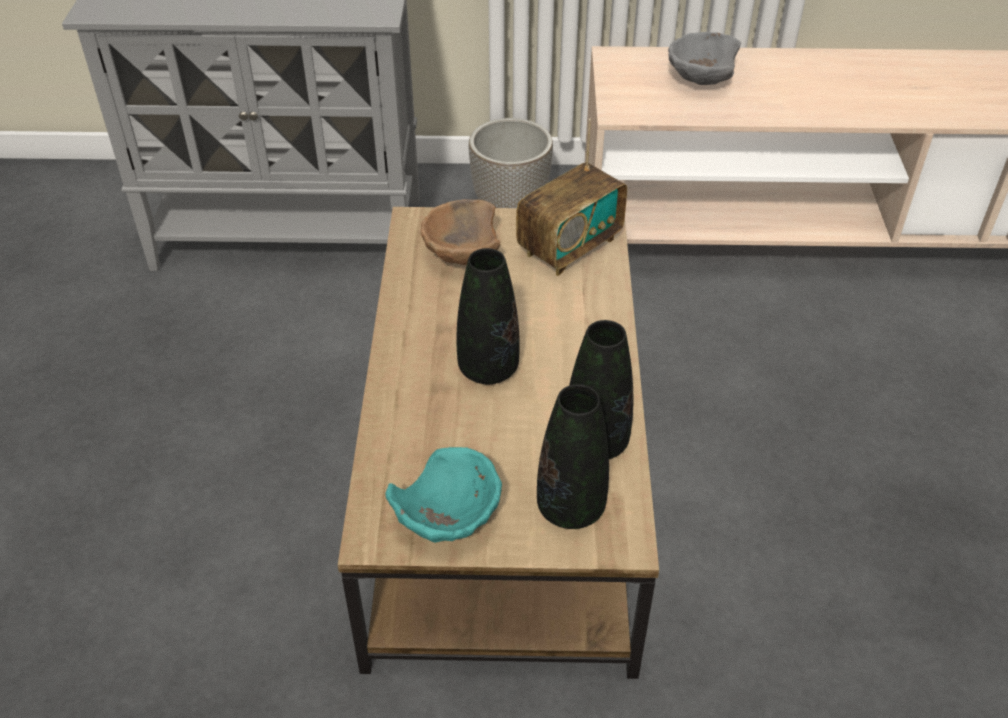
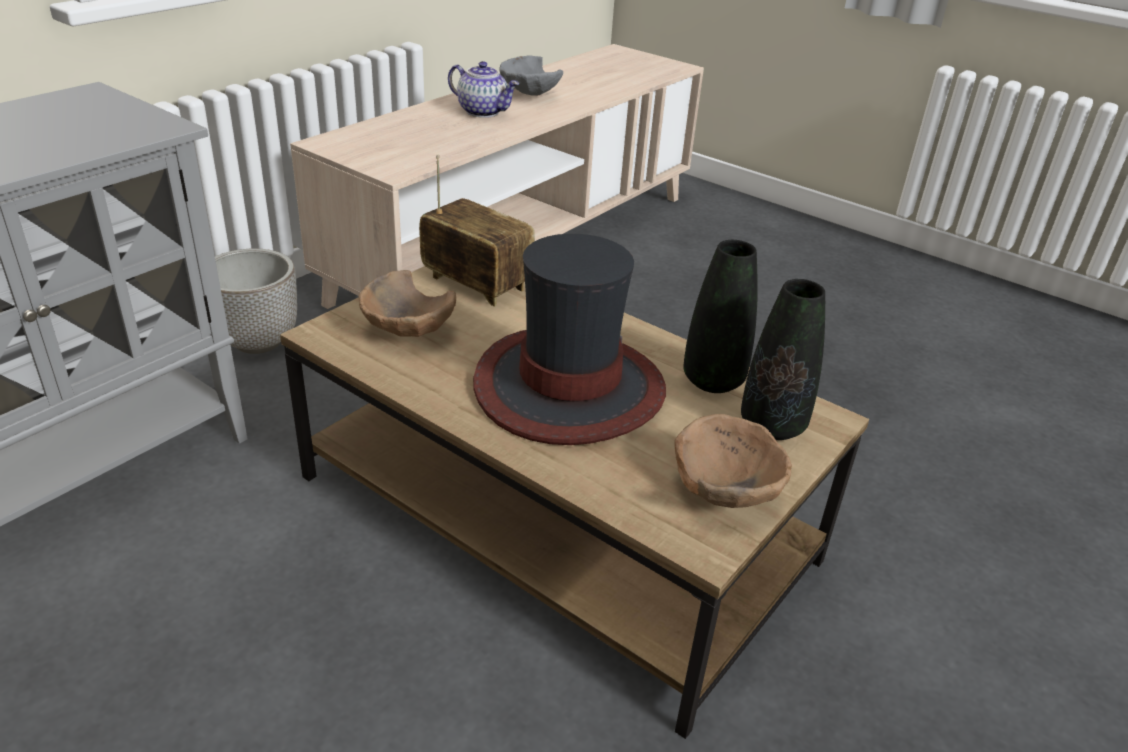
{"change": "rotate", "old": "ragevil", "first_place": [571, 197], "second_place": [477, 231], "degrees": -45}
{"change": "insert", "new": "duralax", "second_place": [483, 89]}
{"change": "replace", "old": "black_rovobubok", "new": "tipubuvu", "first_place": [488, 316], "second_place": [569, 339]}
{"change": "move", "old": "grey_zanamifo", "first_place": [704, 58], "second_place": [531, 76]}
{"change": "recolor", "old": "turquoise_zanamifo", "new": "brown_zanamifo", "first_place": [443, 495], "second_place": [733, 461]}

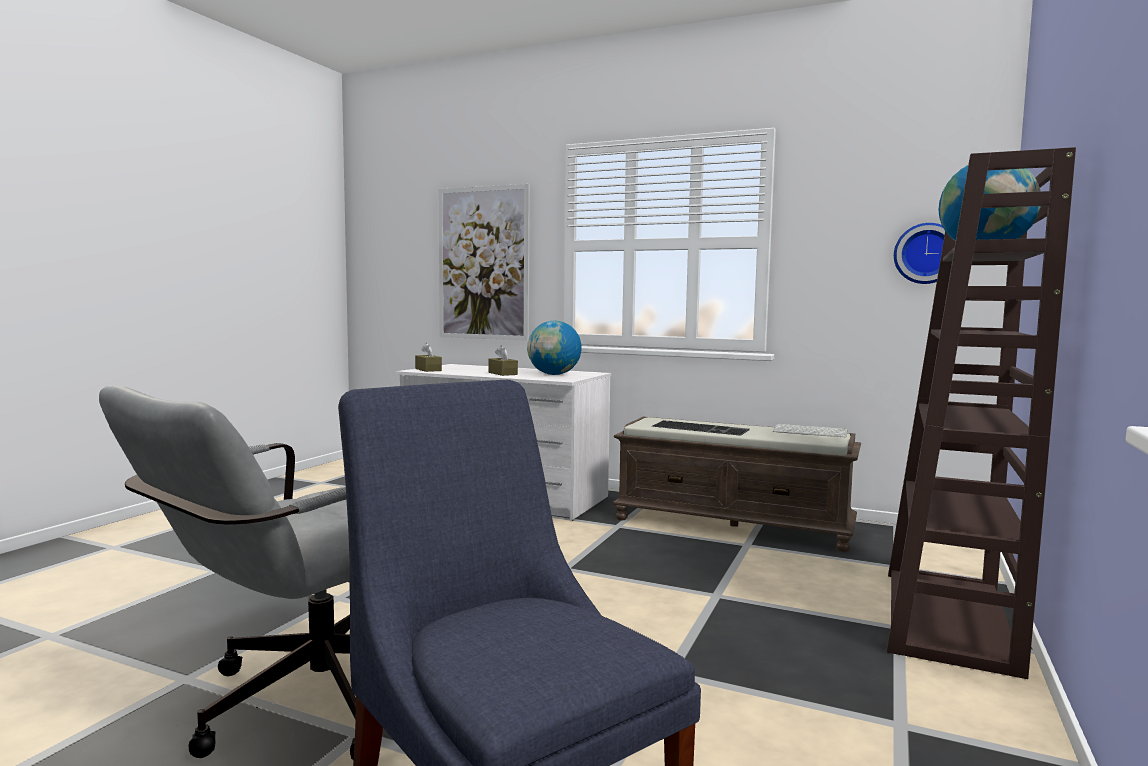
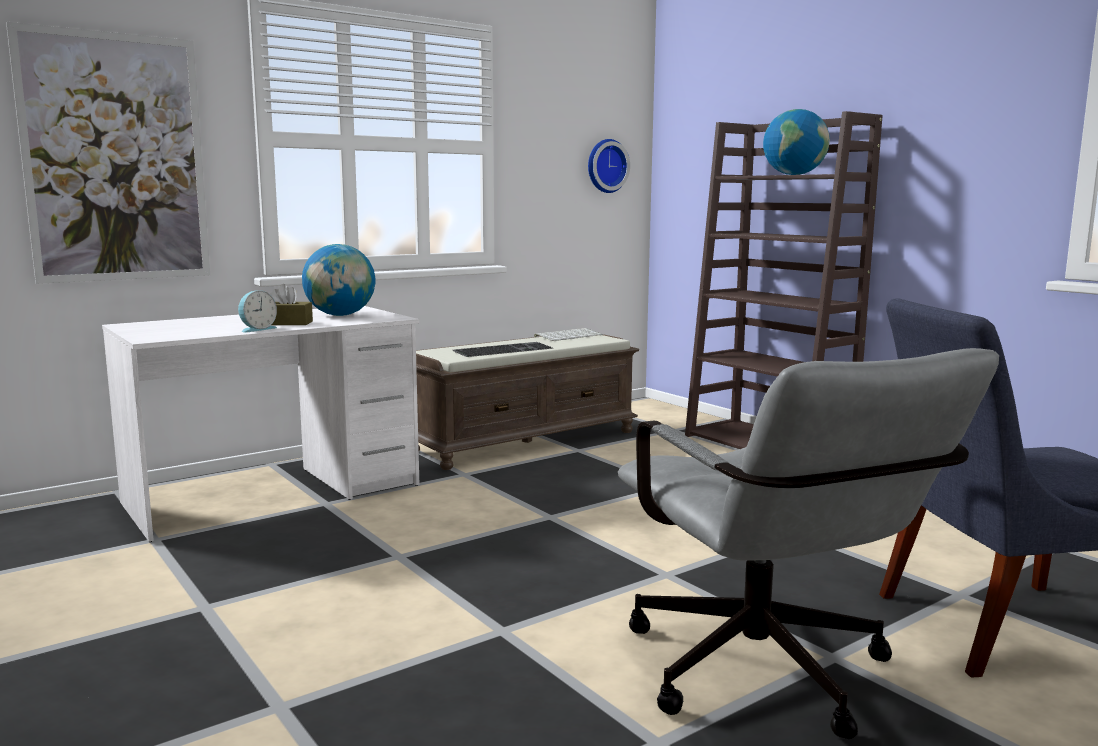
{"change": "insert", "new": "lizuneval", "second_place": [257, 311]}
{"change": "delete", "old": "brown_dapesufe", "first_place": [428, 357]}

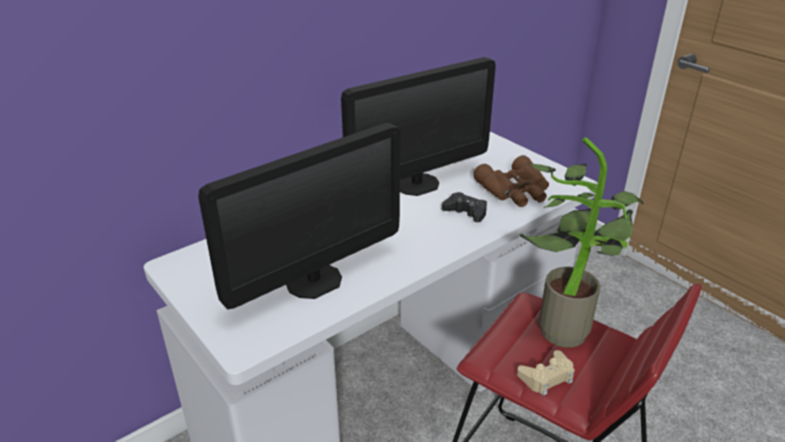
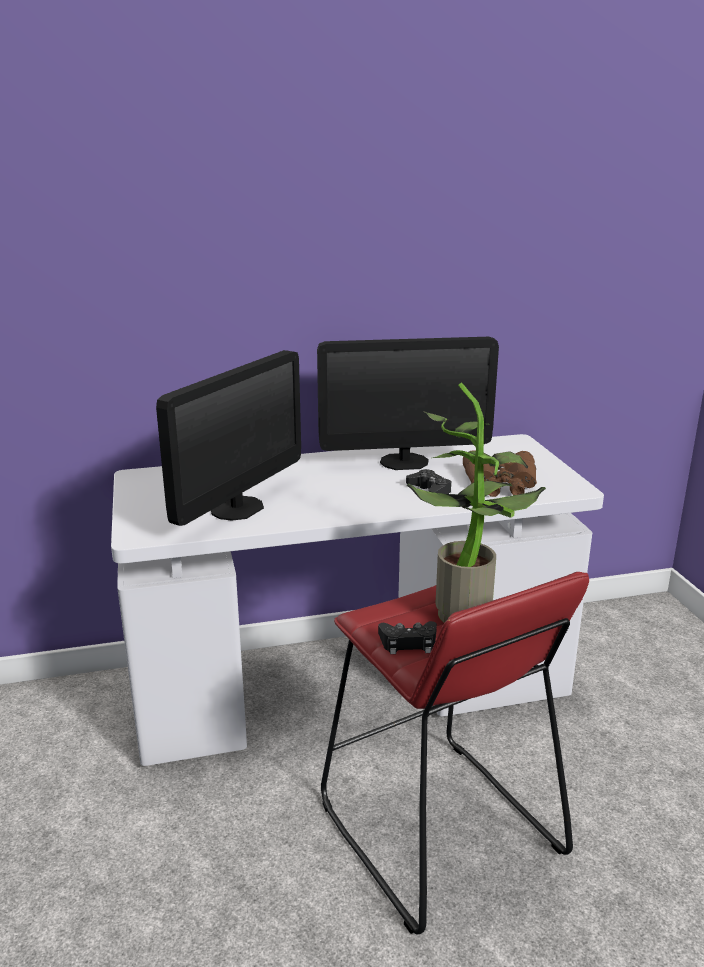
{"change": "rotate", "old": "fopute", "first_place": [299, 216], "second_place": [228, 438], "degrees": -45}
{"change": "recolor", "old": "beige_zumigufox", "new": "black_zumigufox", "first_place": [546, 373], "second_place": [407, 637]}

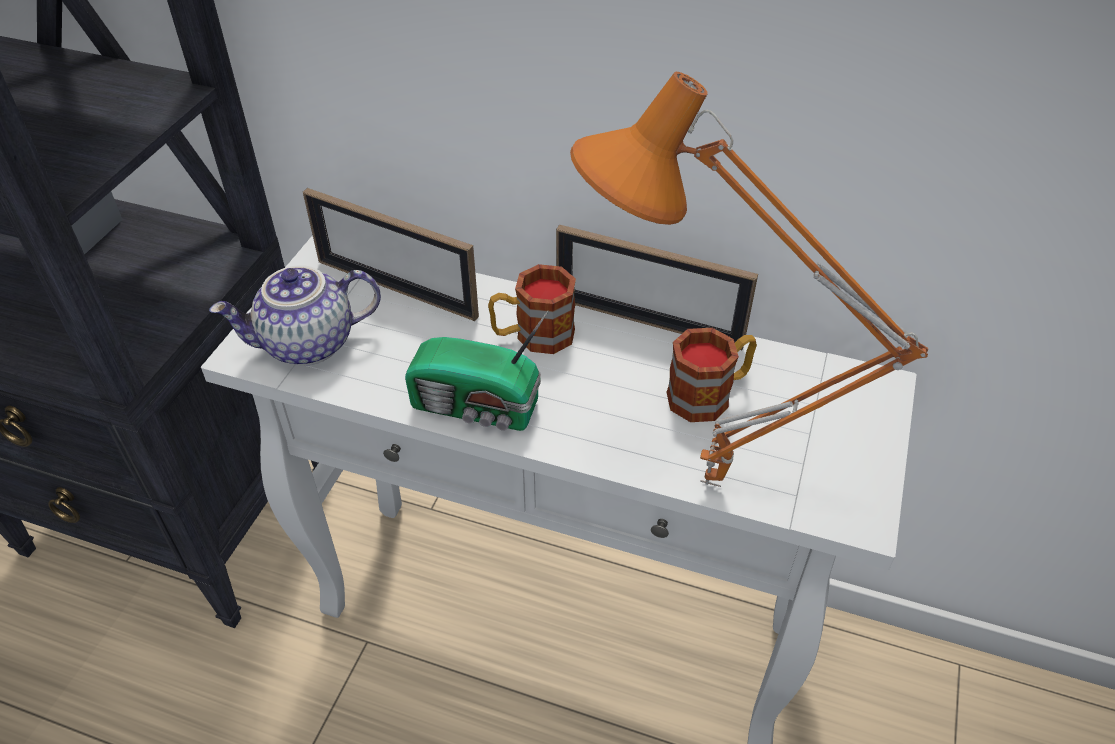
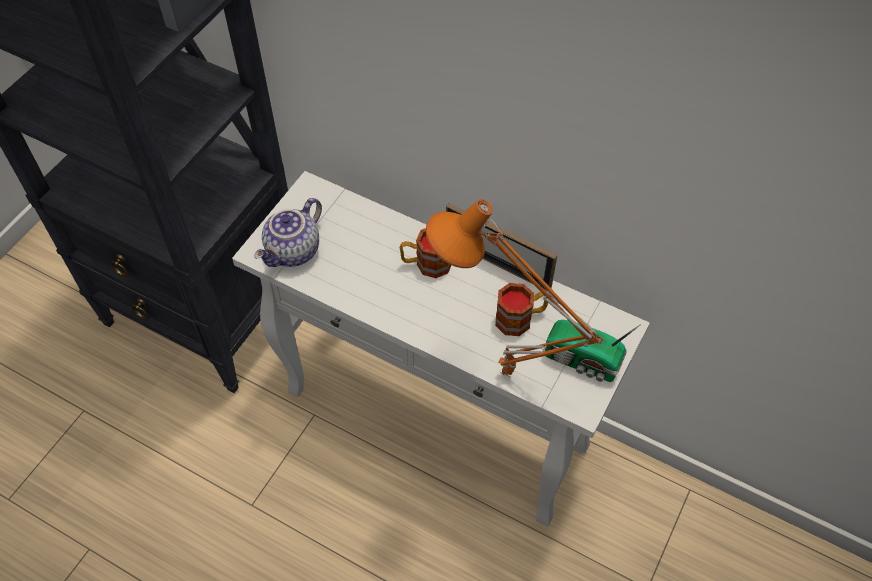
{"change": "rotate", "old": "duralax", "first_place": [295, 315], "second_place": [288, 232], "degrees": -45}
{"change": "move", "old": "ragevil", "first_place": [476, 371], "second_place": [593, 351]}
{"change": "delete", "old": "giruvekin", "first_place": [391, 254]}

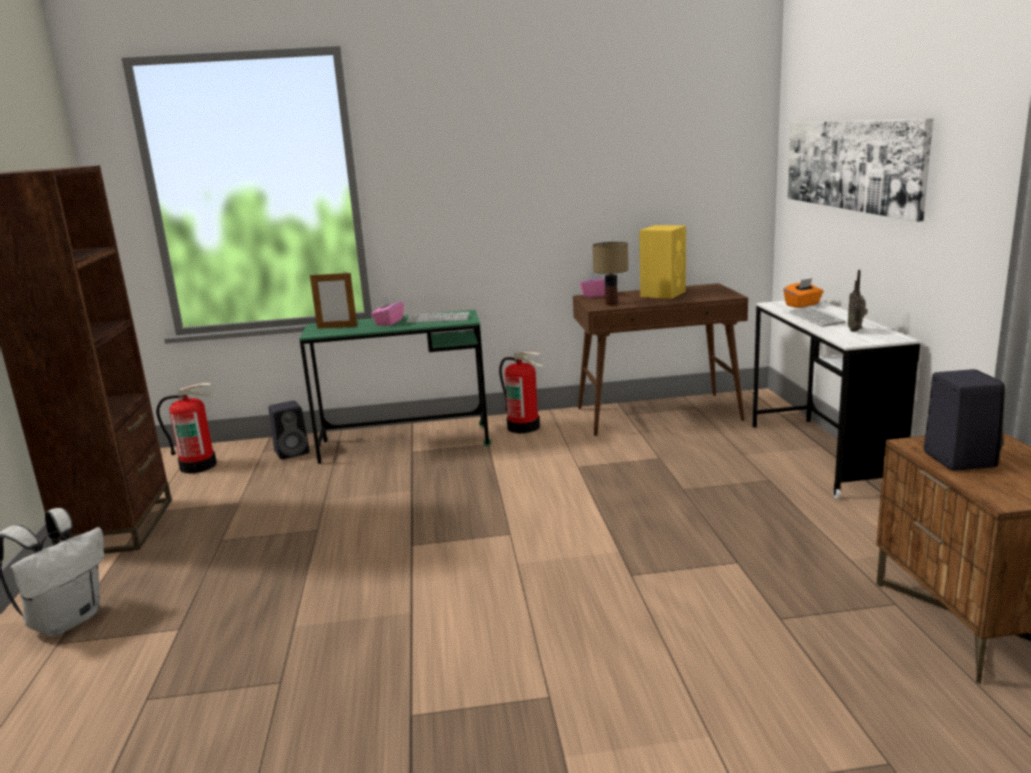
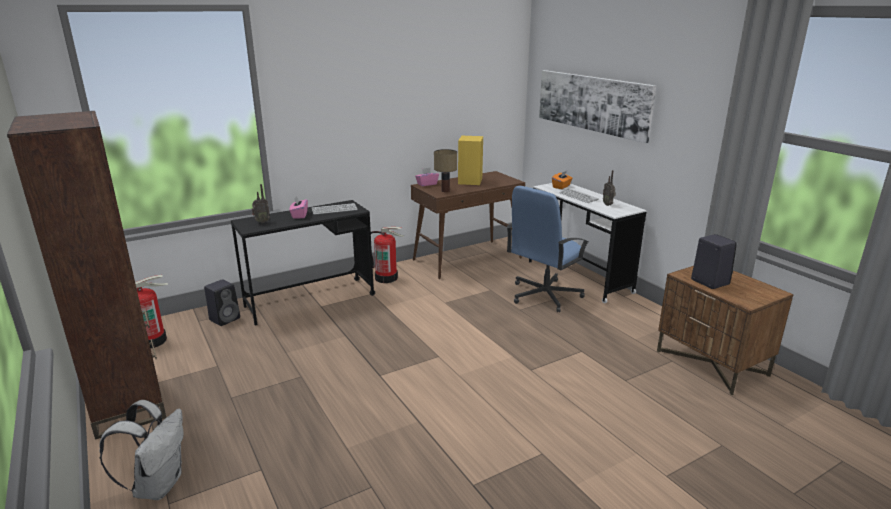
{"change": "recolor", "old": "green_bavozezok", "new": "black_bavozezok", "first_place": [395, 387], "second_place": [303, 262]}
{"change": "replace", "old": "giruvekin", "new": "ragevil", "first_place": [333, 300], "second_place": [261, 203]}
{"change": "insert", "new": "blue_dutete", "second_place": [547, 249]}

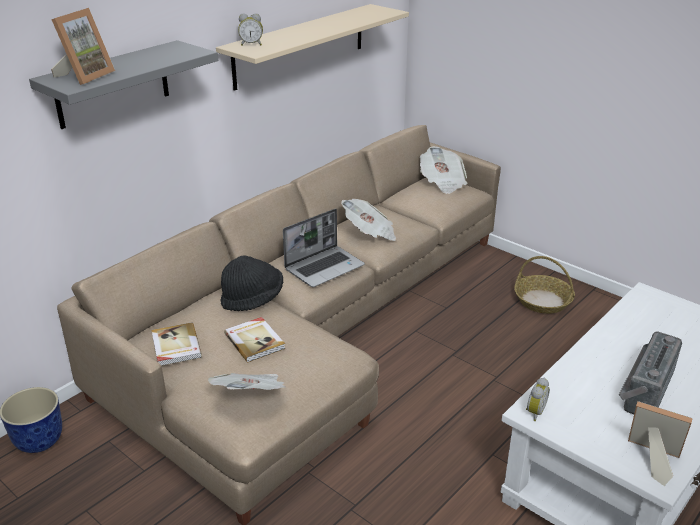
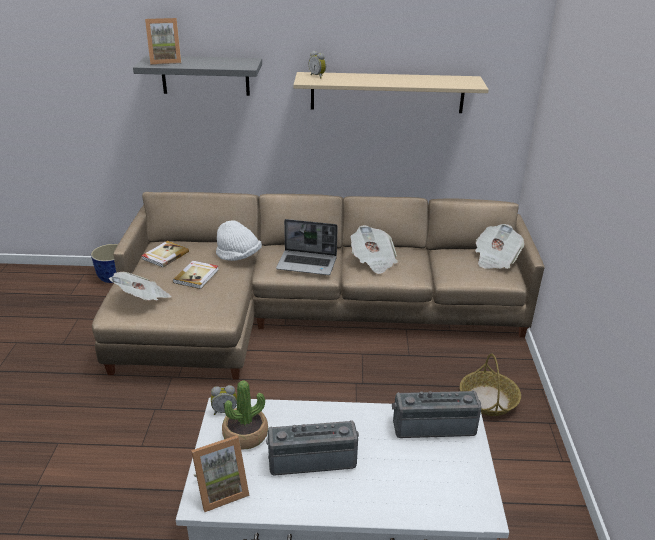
{"change": "rotate", "old": "giruvekin", "first_place": [660, 443], "second_place": [220, 473], "degrees": 75}
{"change": "recolor", "old": "black_tipubuvu", "new": "white_tipubuvu", "first_place": [251, 283], "second_place": [239, 240]}
{"change": "insert", "new": "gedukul", "second_place": [245, 414]}
{"change": "insert", "new": "ragevil", "second_place": [437, 414]}

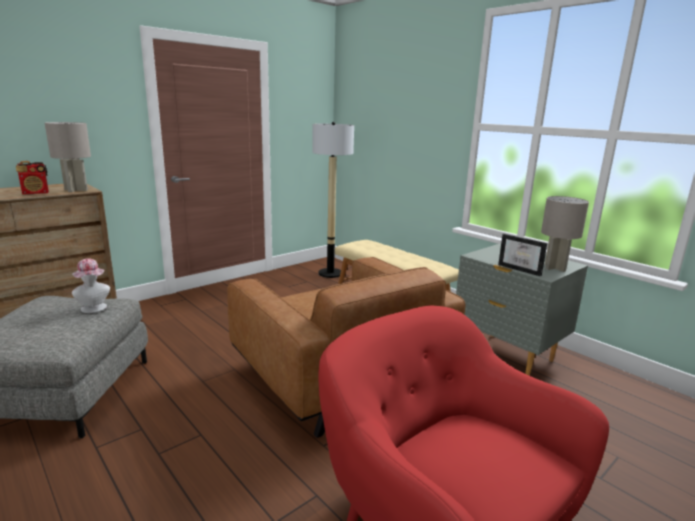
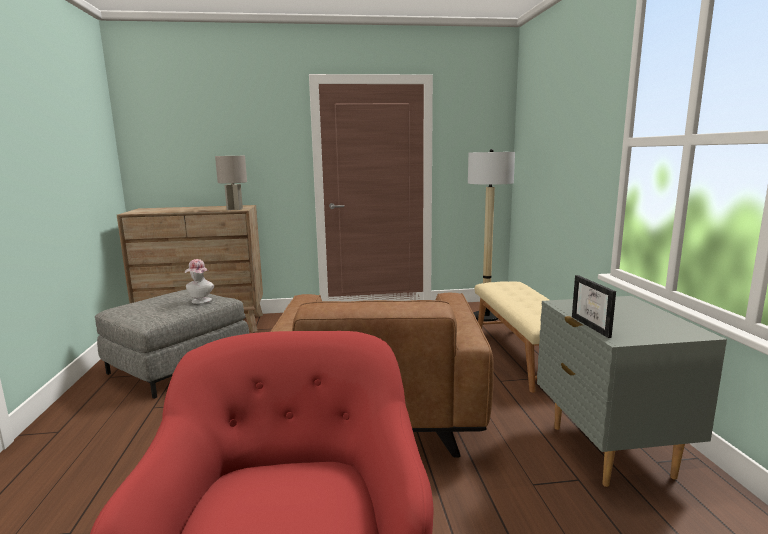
{"change": "delete", "old": "ragevil", "first_place": [32, 178]}
{"change": "delete", "old": "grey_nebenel", "first_place": [565, 234]}

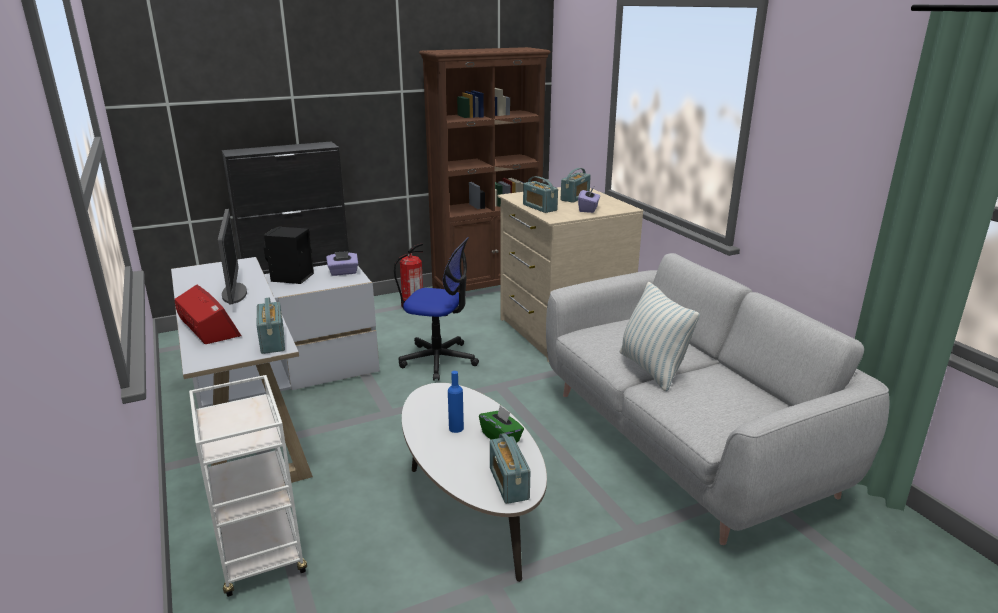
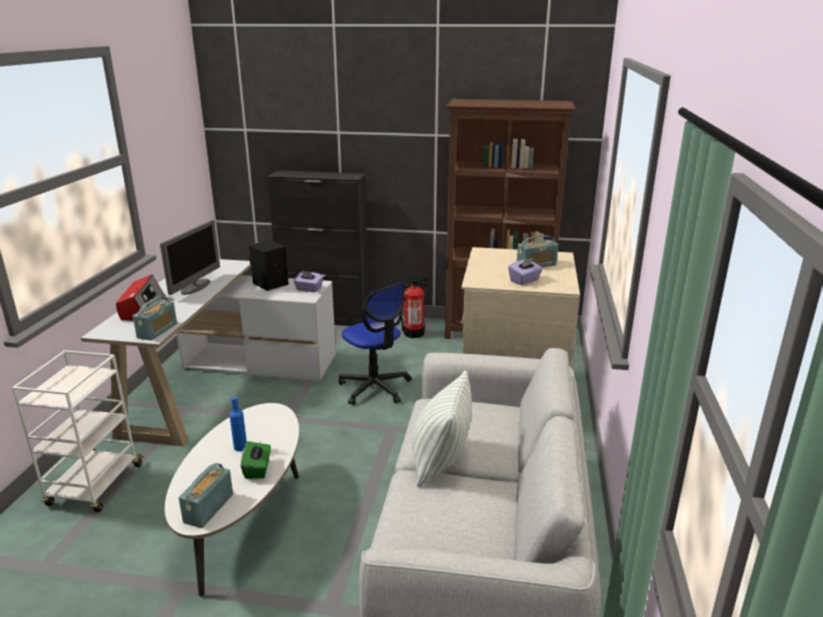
{"change": "delete", "old": "ragevil", "first_place": [540, 194]}

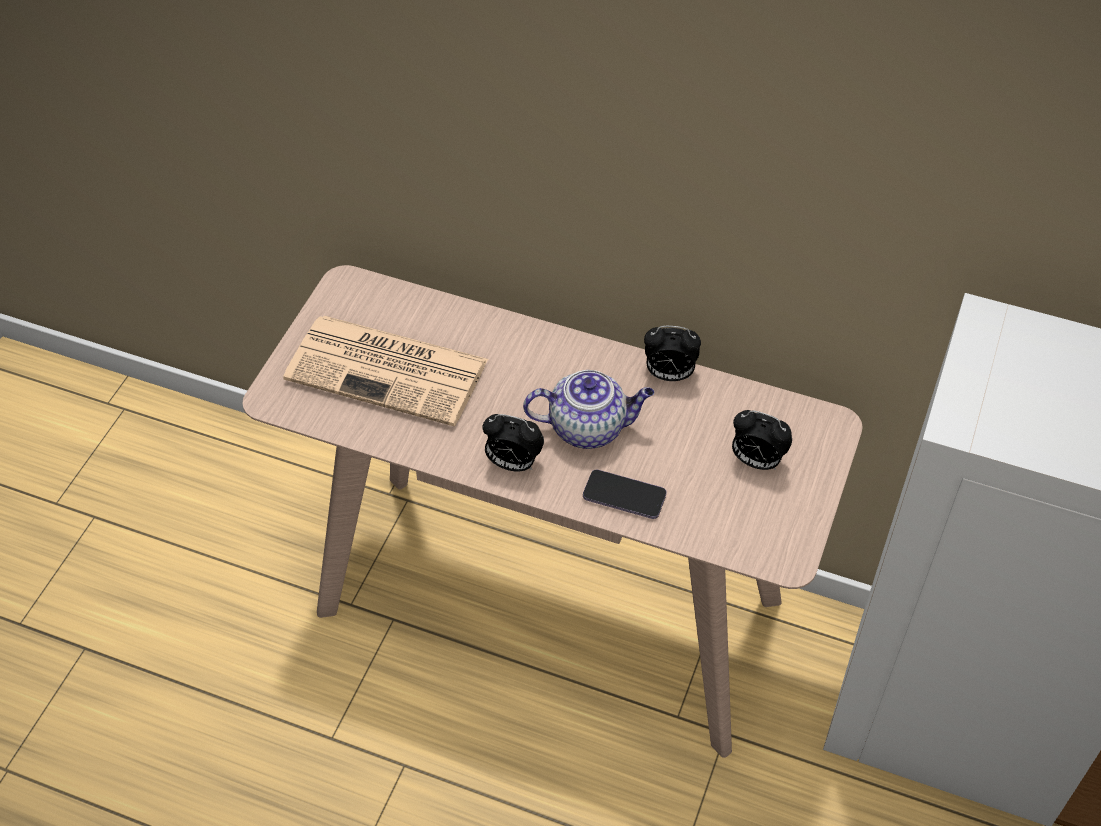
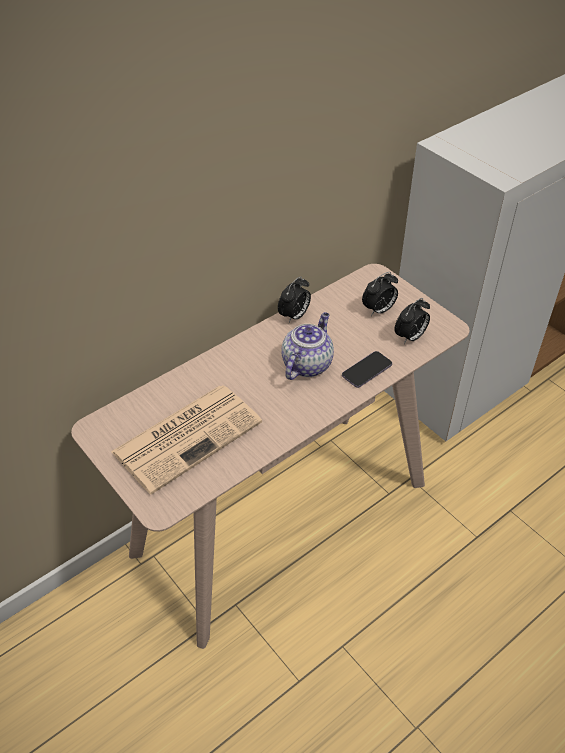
{"change": "move", "old": "lizuneval", "first_place": [513, 443], "second_place": [412, 321]}

